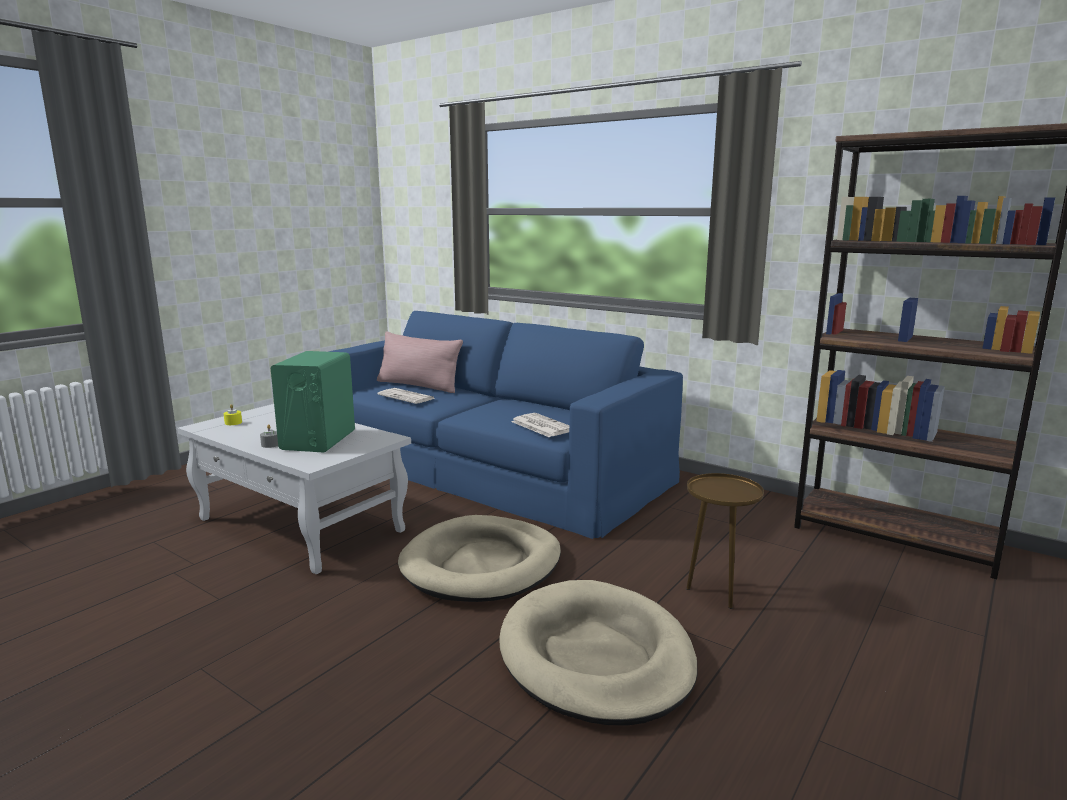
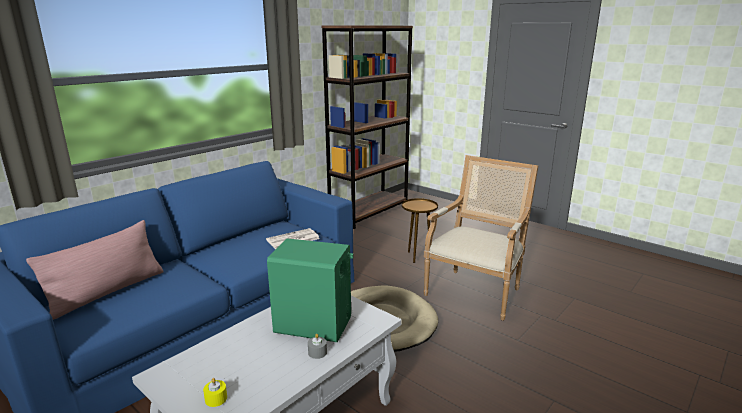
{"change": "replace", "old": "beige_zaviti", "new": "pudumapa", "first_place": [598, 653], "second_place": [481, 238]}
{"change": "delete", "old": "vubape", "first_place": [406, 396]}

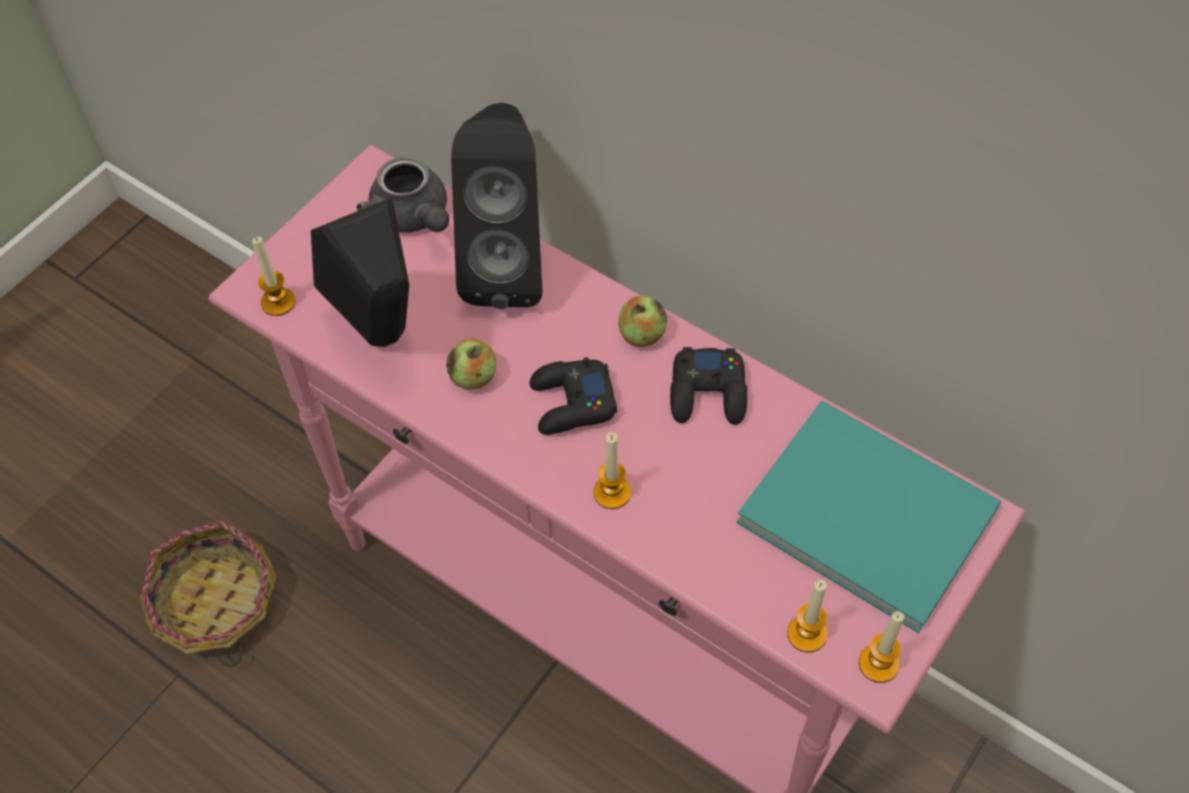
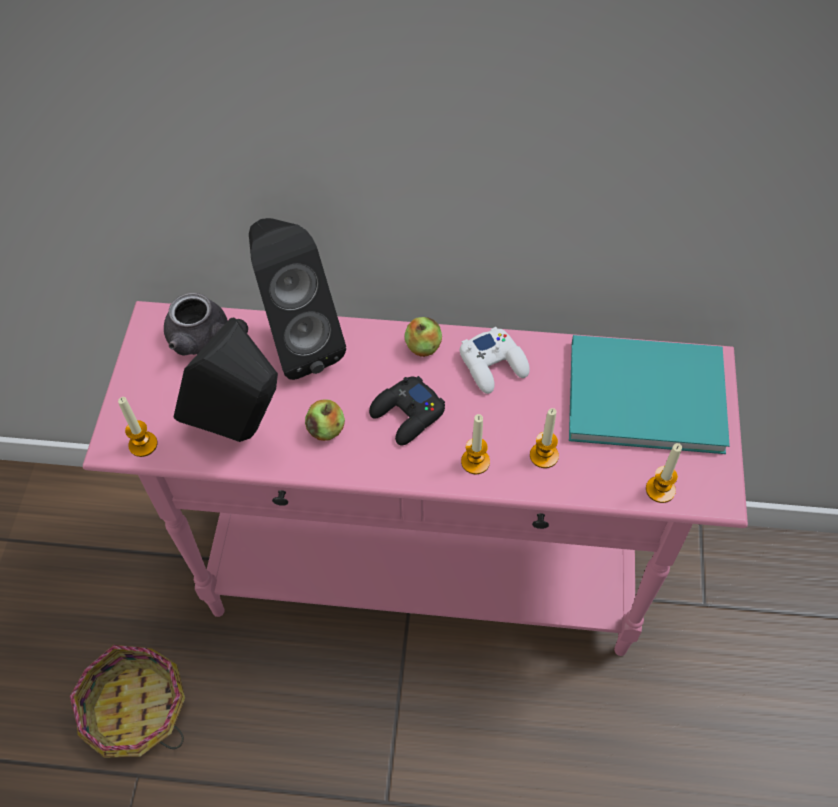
{"change": "recolor", "old": "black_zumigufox", "new": "white_zumigufox", "first_place": [708, 386], "second_place": [495, 360]}
{"change": "move", "old": "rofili", "first_place": [881, 647], "second_place": [544, 438]}

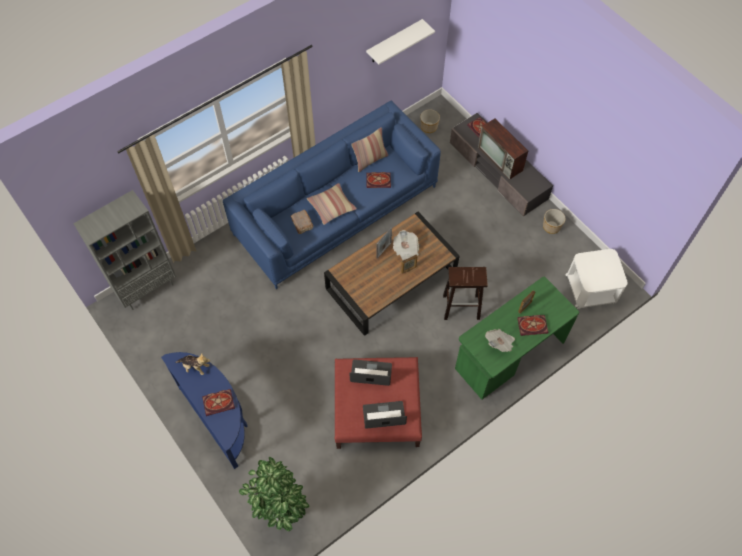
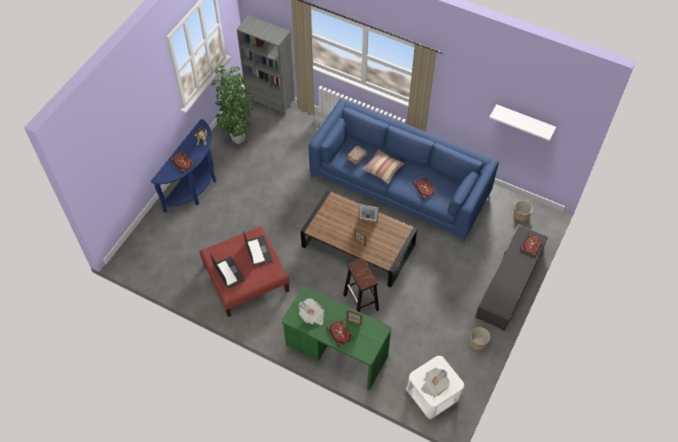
{"change": "move", "old": "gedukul", "first_place": [274, 494], "second_place": [233, 104]}
{"change": "move", "old": "vubape", "first_place": [406, 245], "second_place": [435, 383]}
{"change": "delete", "old": "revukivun", "first_place": [369, 149]}
{"change": "delete", "old": "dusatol", "first_place": [503, 148]}

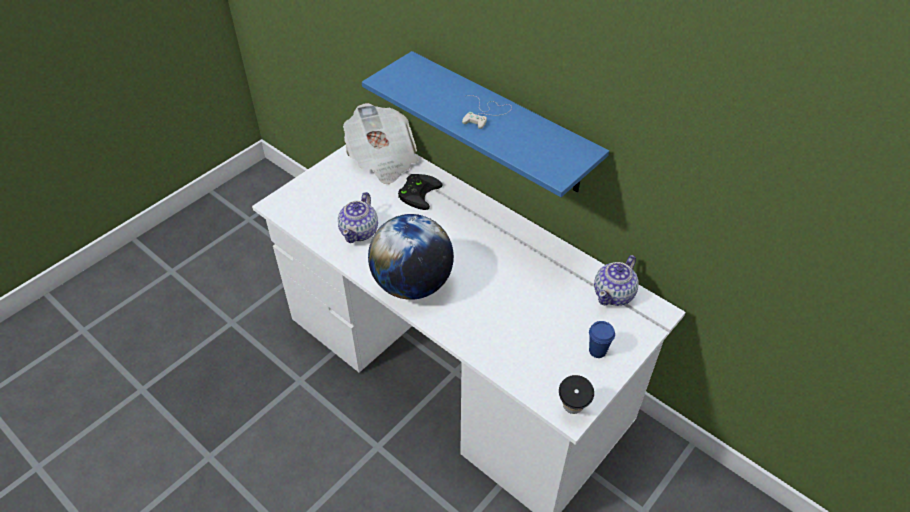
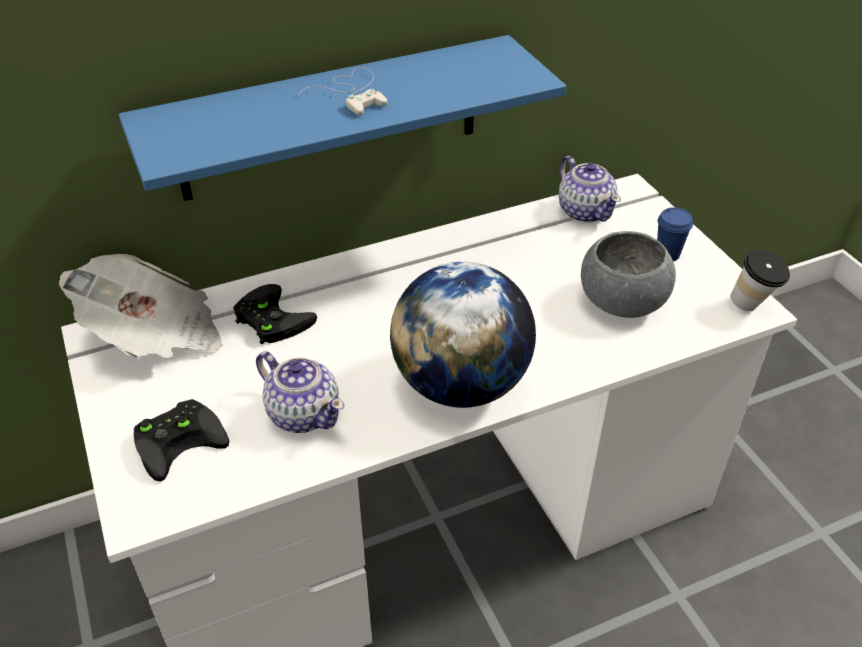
{"change": "insert", "new": "black_zumigufox", "second_place": [181, 440]}
{"change": "insert", "new": "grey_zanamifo", "second_place": [628, 274]}

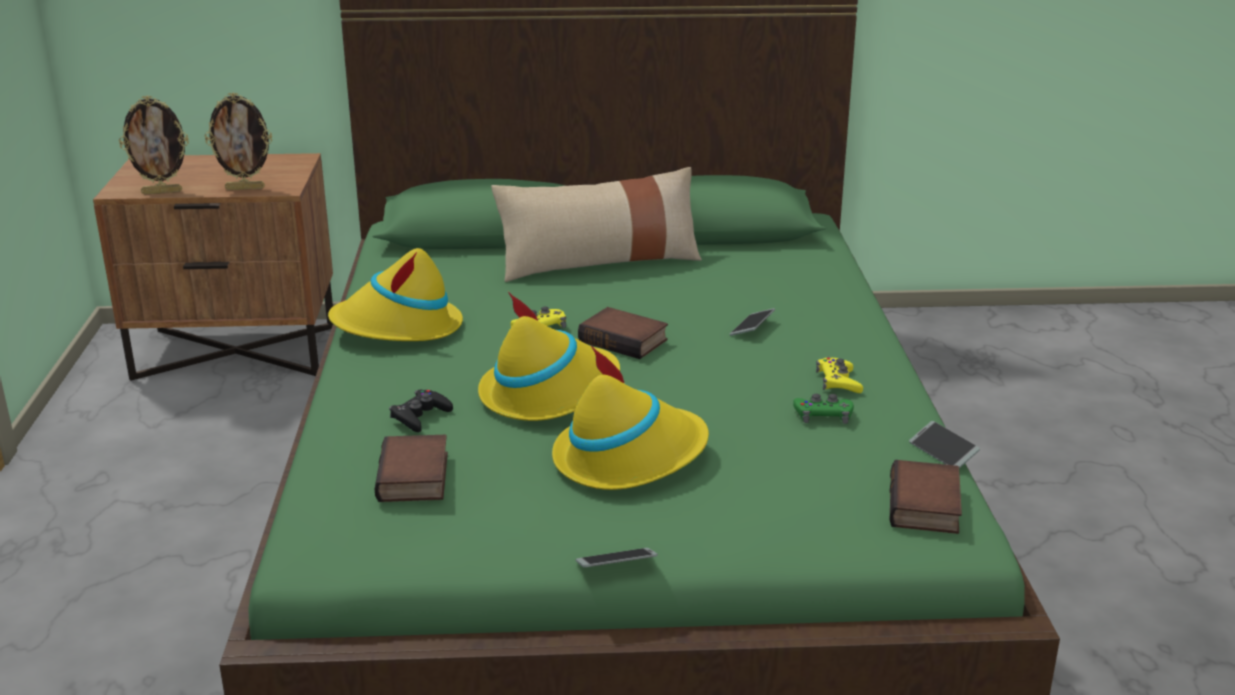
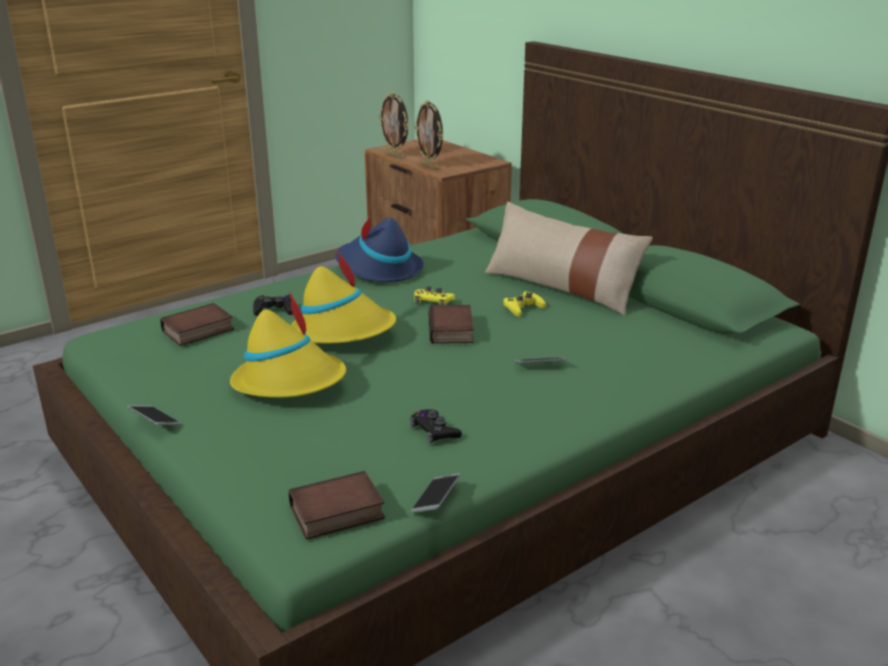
{"change": "recolor", "old": "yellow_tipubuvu", "new": "blue_tipubuvu", "first_place": [395, 294], "second_place": [379, 249]}
{"change": "recolor", "old": "green_zumigufox", "new": "black_zumigufox", "first_place": [823, 409], "second_place": [435, 426]}
{"change": "move", "old": "yellow_zumigufox", "first_place": [839, 375], "second_place": [524, 304]}

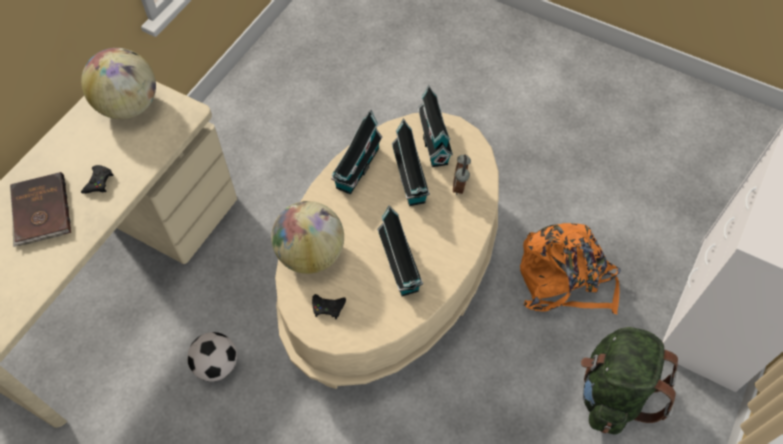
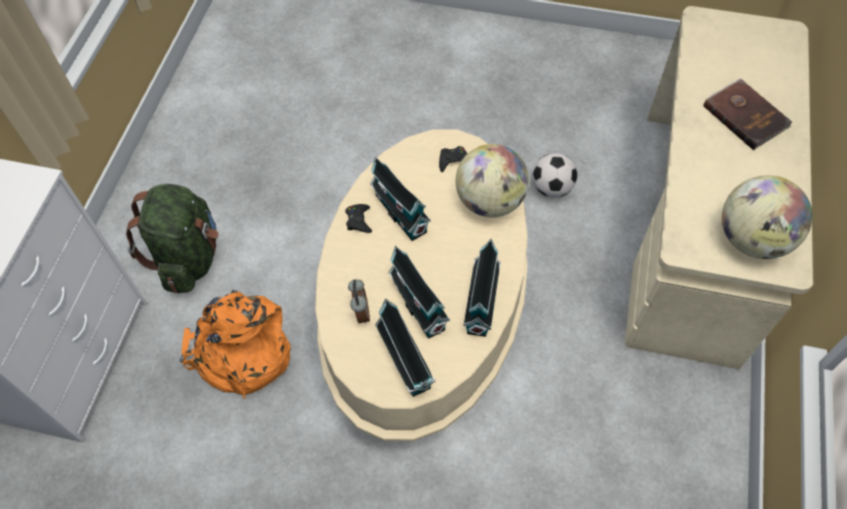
{"change": "move", "old": "black_zumigufox", "first_place": [97, 179], "second_place": [358, 218]}

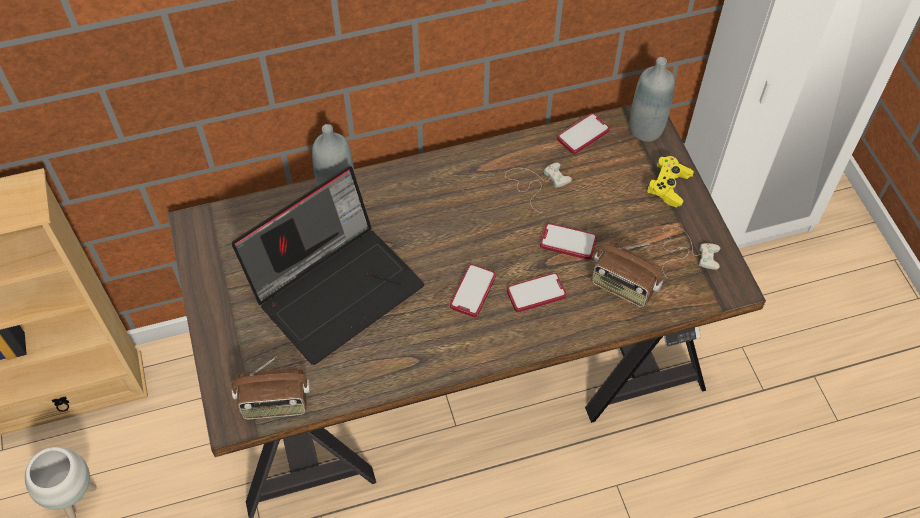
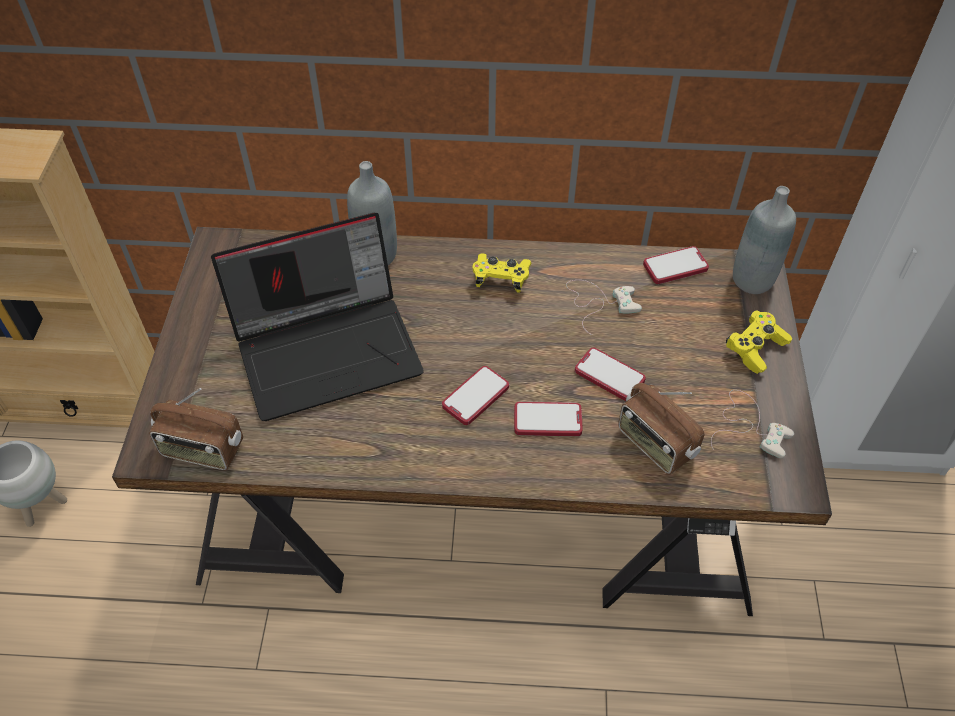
{"change": "insert", "new": "yellow_zumigufox", "second_place": [502, 273]}

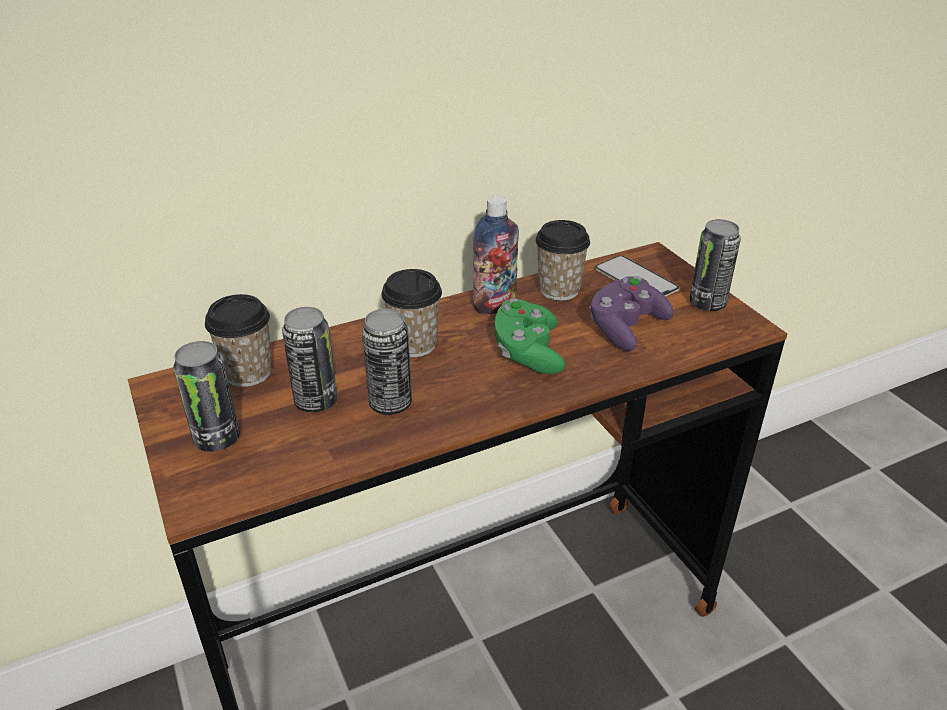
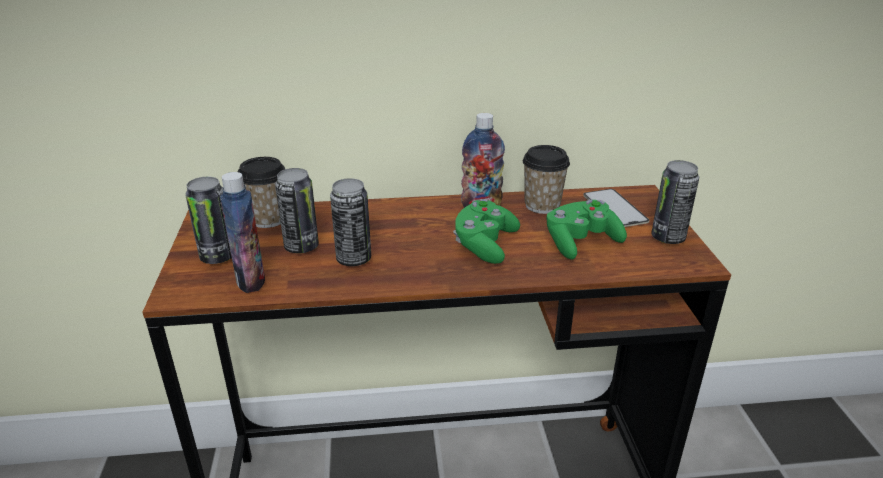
{"change": "insert", "new": "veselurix", "second_place": [242, 232]}
{"change": "recolor", "old": "purple_zumigufox", "new": "green_zumigufox", "first_place": [631, 313], "second_place": [587, 229]}
{"change": "delete", "old": "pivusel", "first_place": [411, 313]}

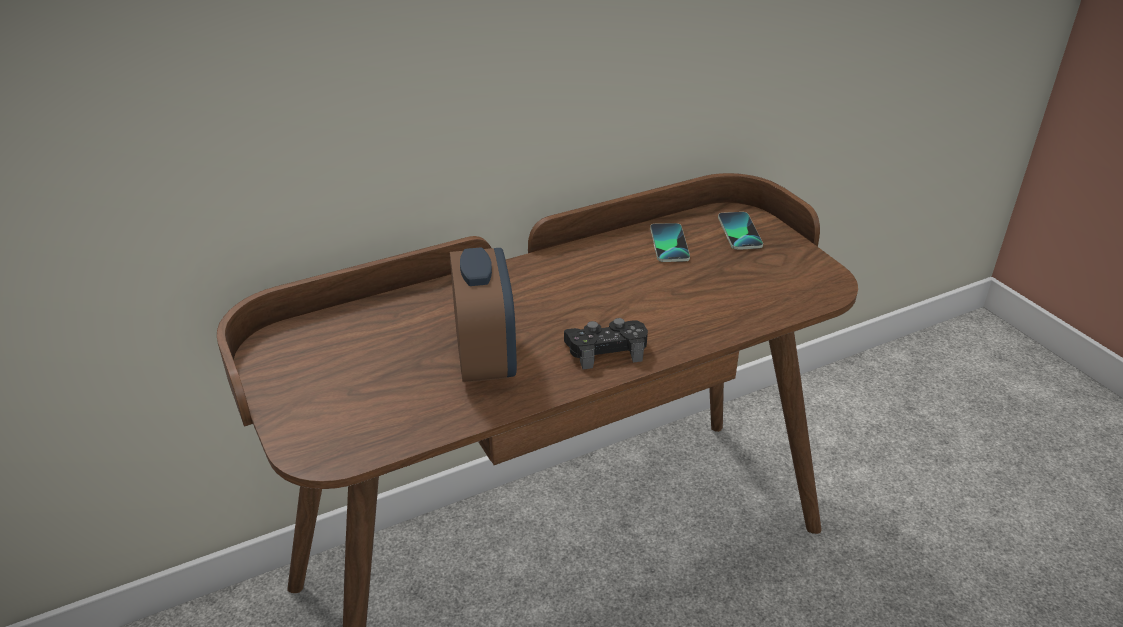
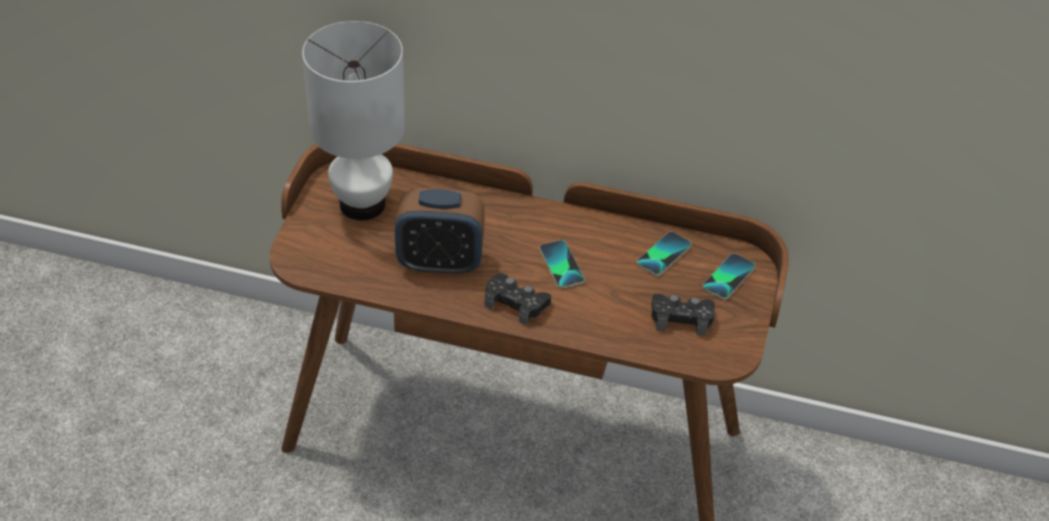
{"change": "insert", "new": "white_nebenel", "second_place": [353, 120]}
{"change": "rotate", "old": "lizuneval", "first_place": [483, 314], "second_place": [440, 231], "degrees": 60}
{"change": "insert", "new": "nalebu", "second_place": [562, 264]}
{"change": "insert", "new": "black_zumigufox", "second_place": [683, 315]}

